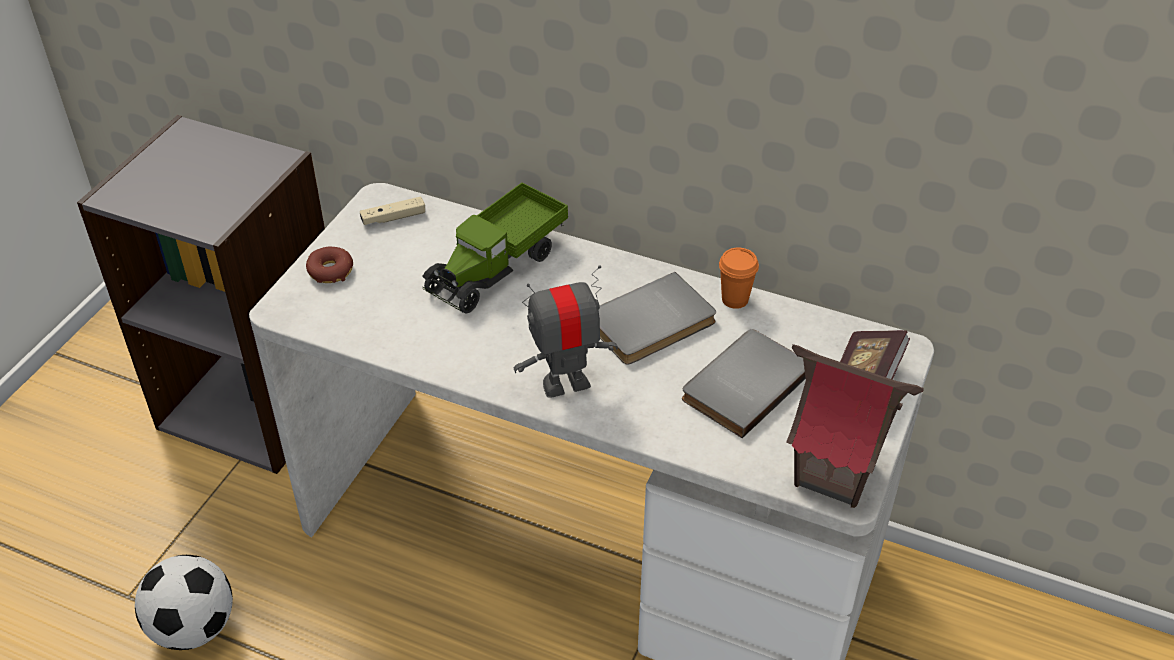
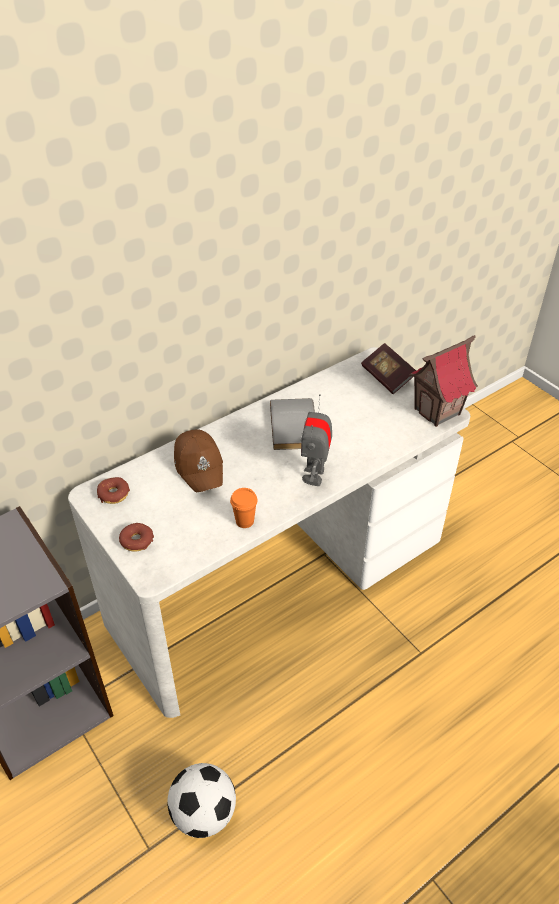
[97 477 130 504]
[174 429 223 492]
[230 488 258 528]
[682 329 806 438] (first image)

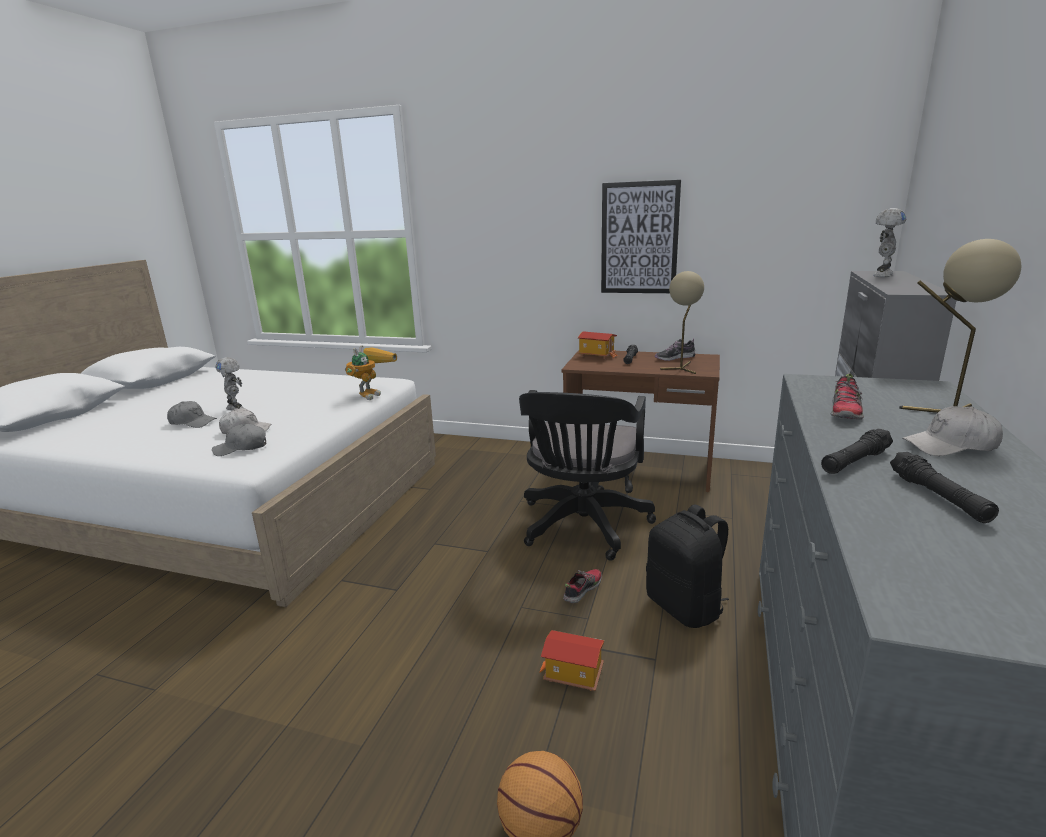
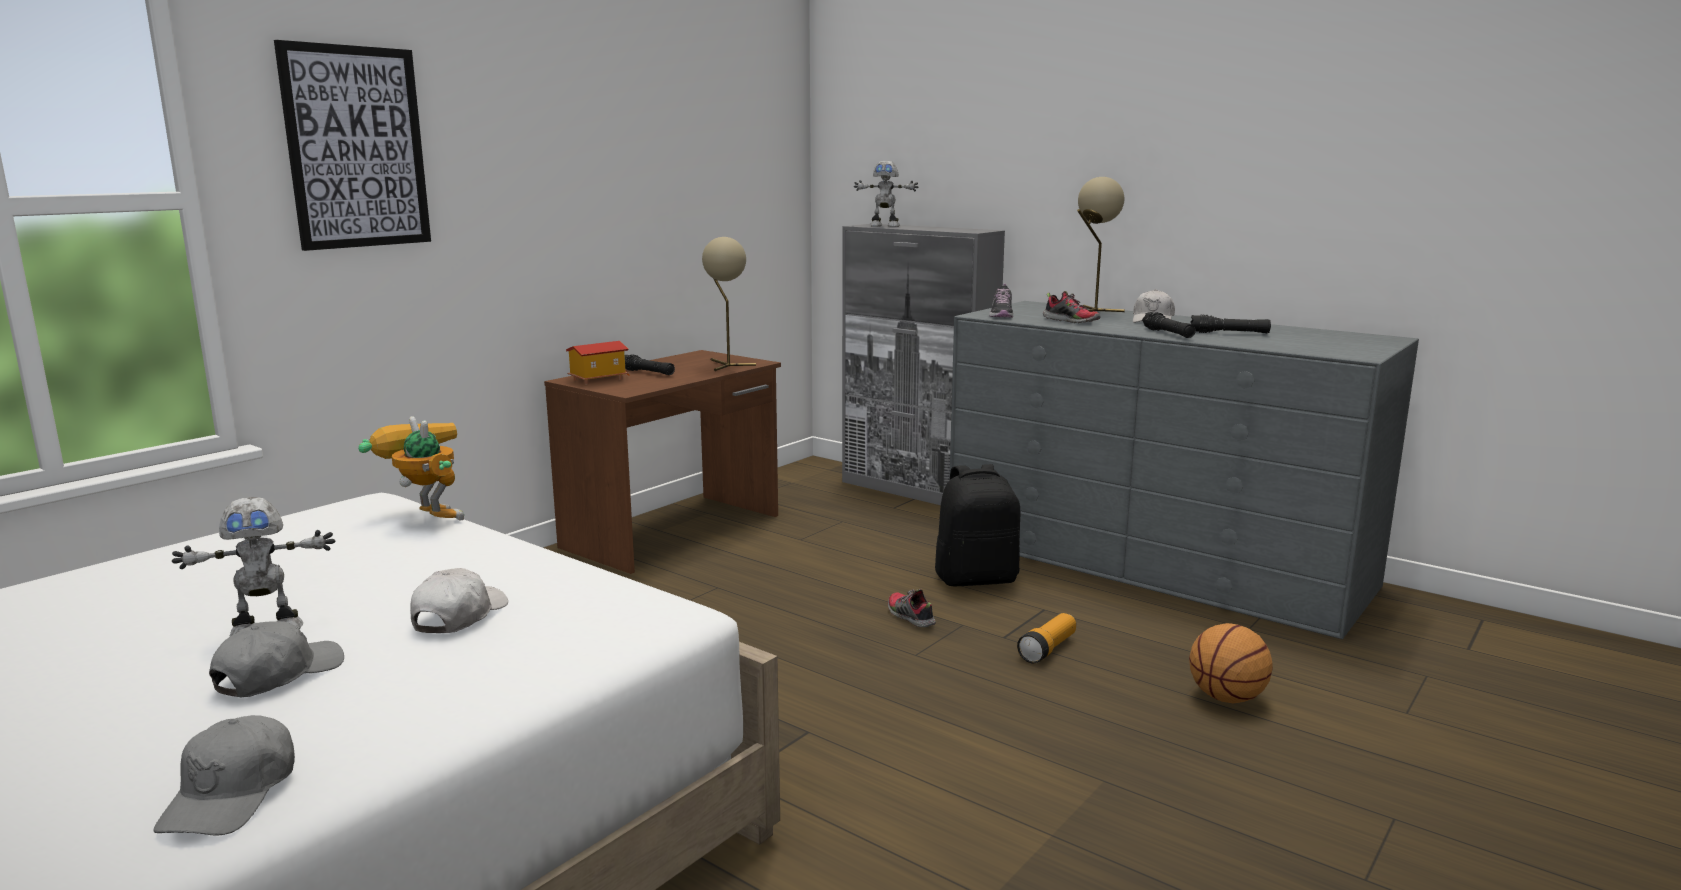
[153 715 295 836]
[274 40 431 251]
[854 161 918 227]
[989 284 1013 317]
[1017 613 1076 663]
[519 390 656 561] (first image)

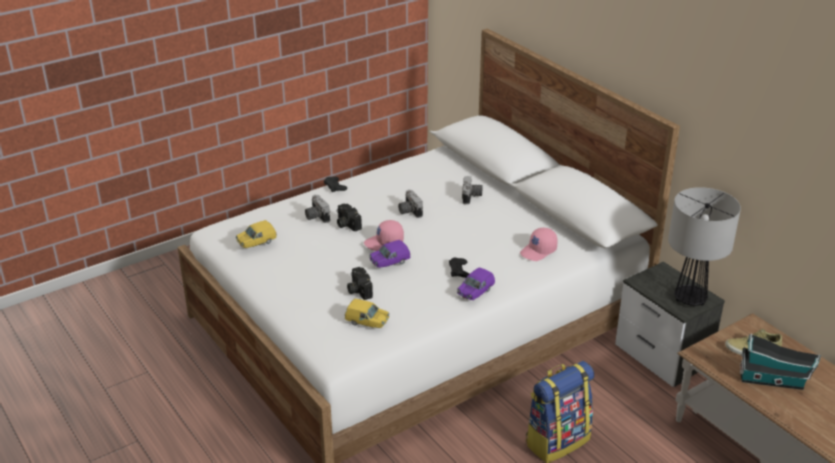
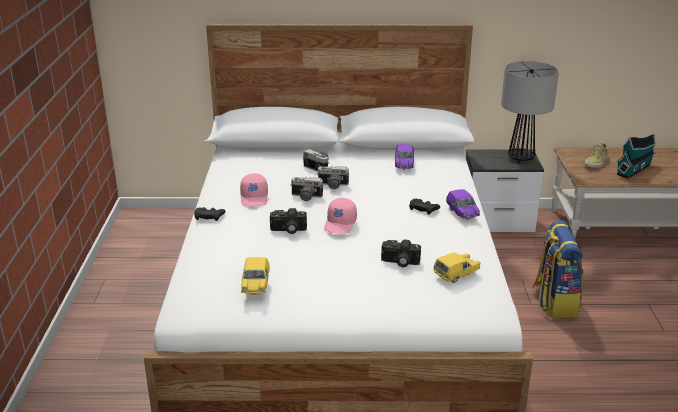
[240 173 268 206]
[317 166 349 189]
[395 144 414 170]

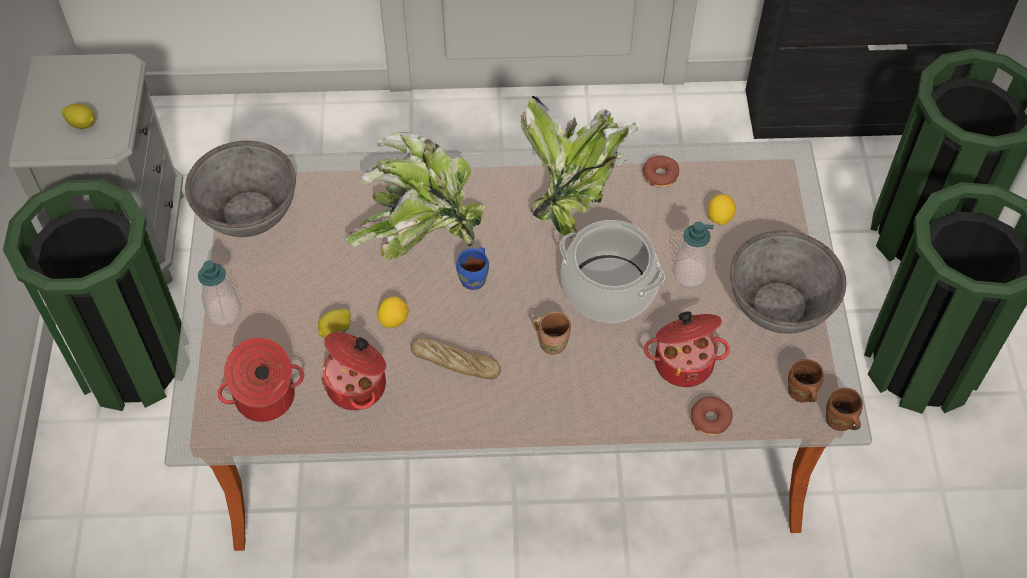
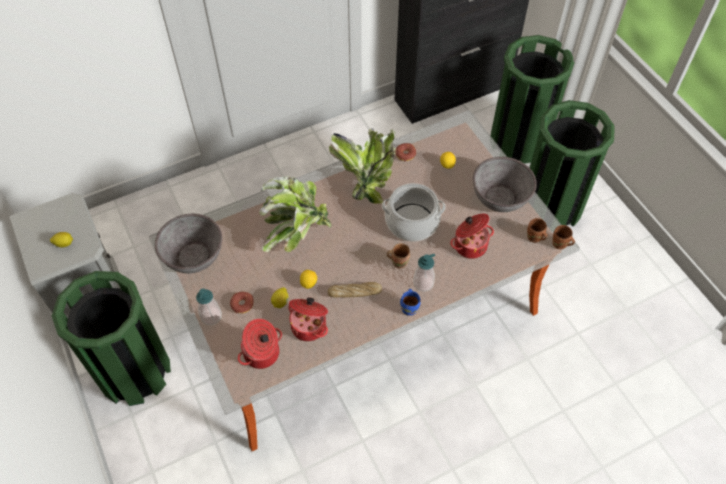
[230 292 254 313]
[400 289 421 316]
[413 254 435 292]

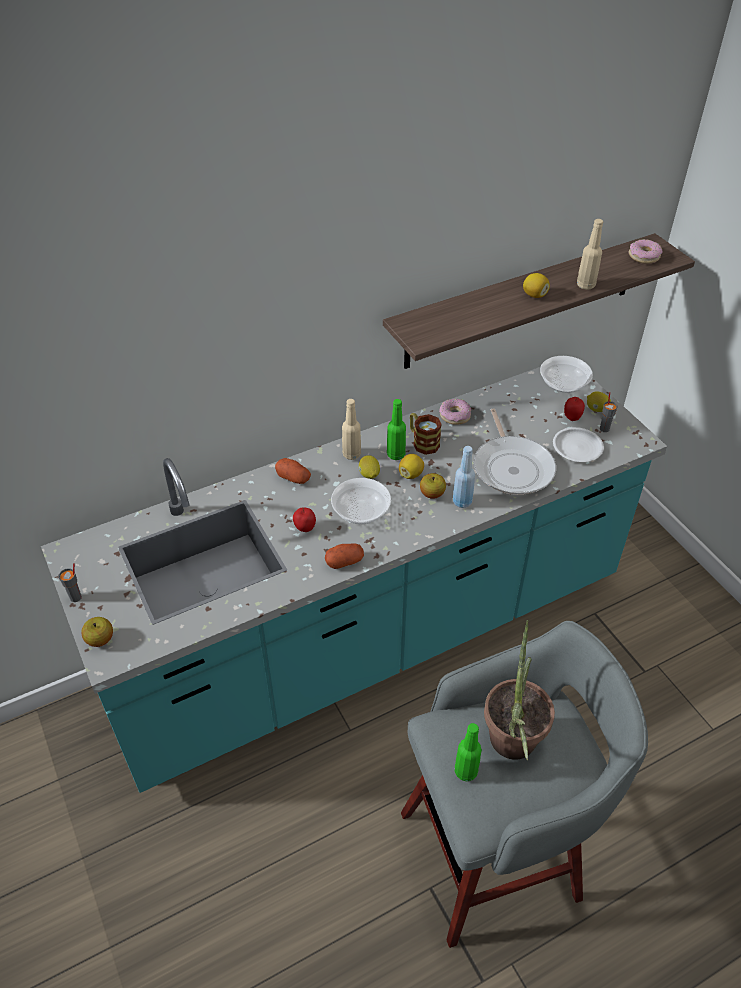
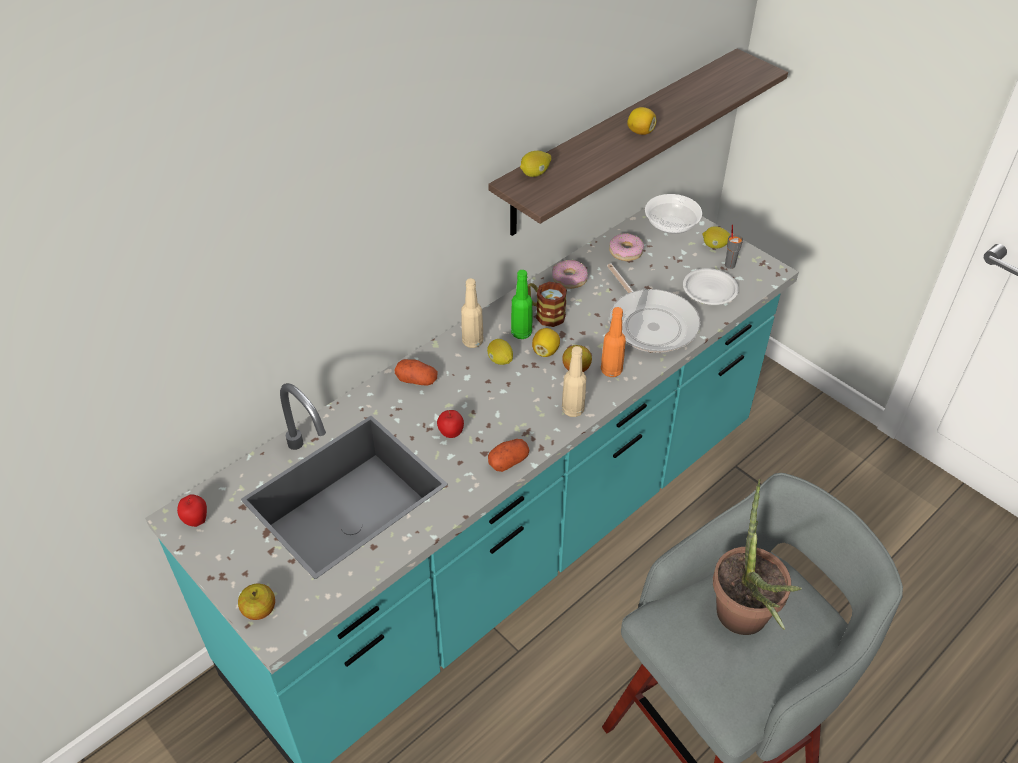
[177 494 207 527]
[520 151 551 177]
[562 346 586 417]
[601 307 626 377]
[609 233 644 261]
[58 563 82 602] (first image)
[331 478 391 524] (first image)
[455 723 482 781] (first image)

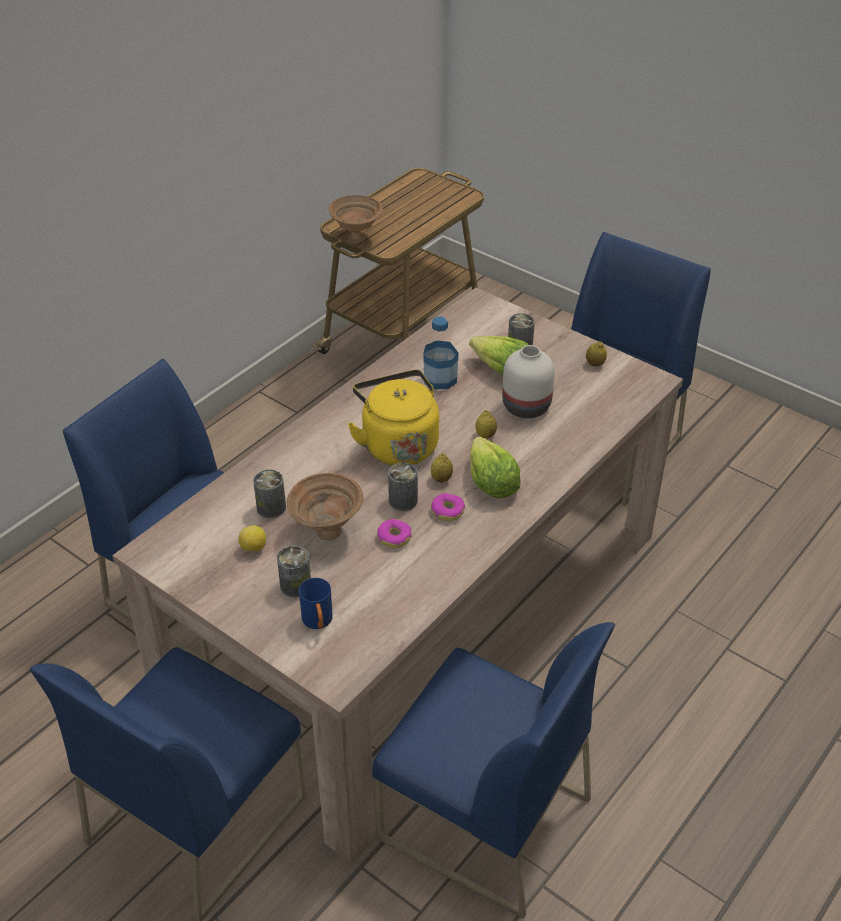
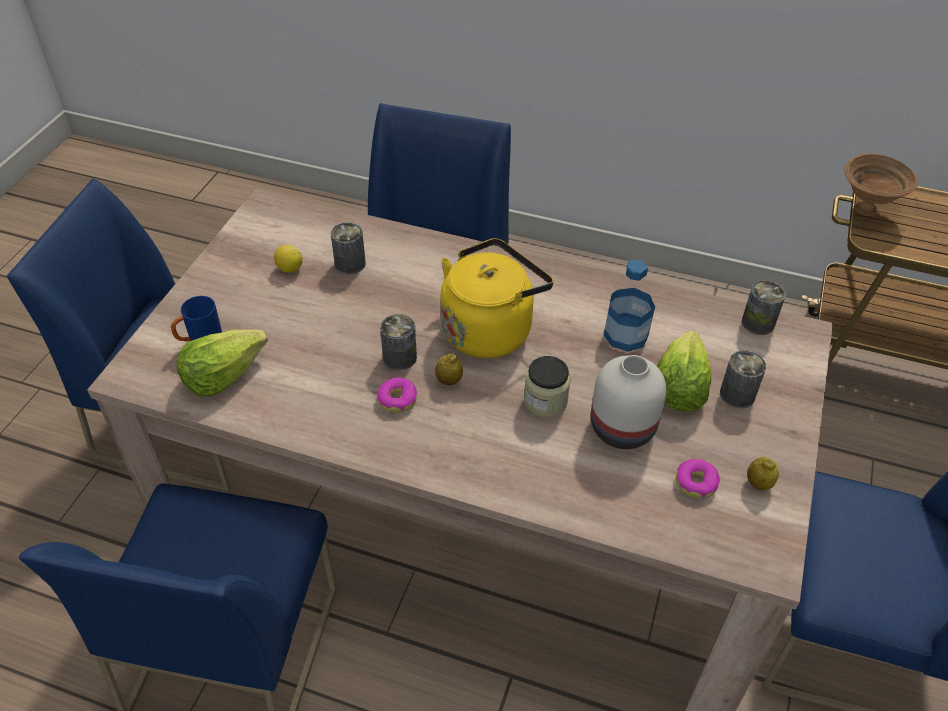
[177 329 268 396]
[524 356 571 418]
[676 459 720 498]
[742 280 786 335]
[287 473 363 540] (first image)

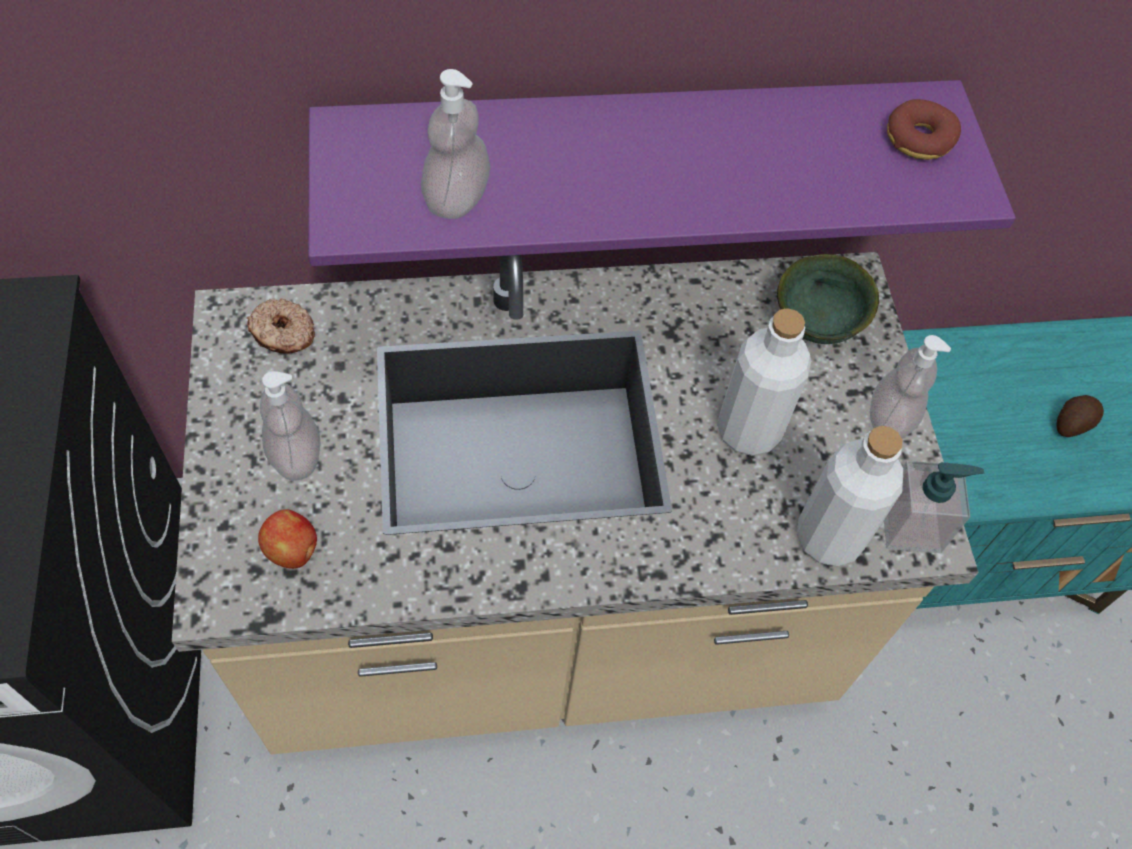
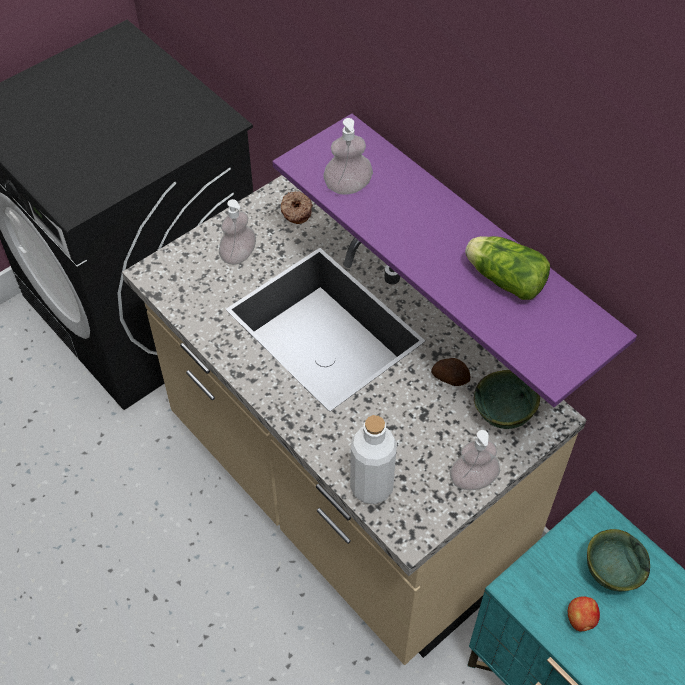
[431 358 471 386]
[465 236 550 300]
[568 596 600 631]
[587 529 650 591]
[717 308 811 456] (first image)
[884 461 984 553] (first image)
[887 99 961 160] (first image)

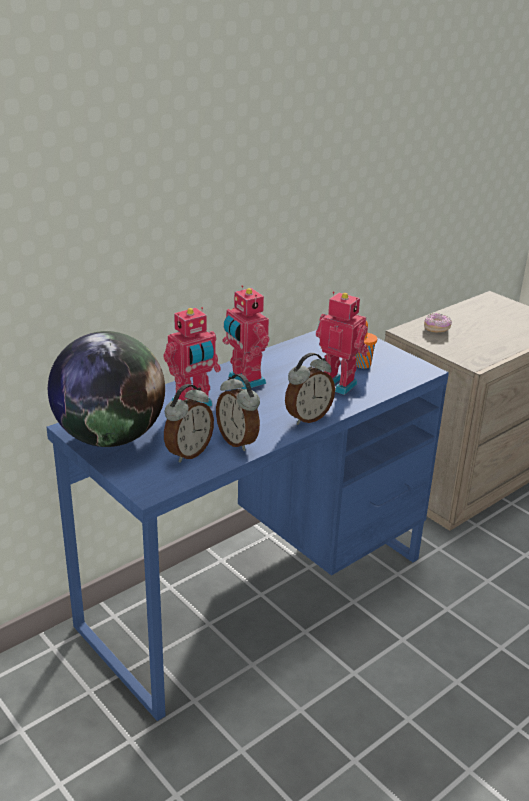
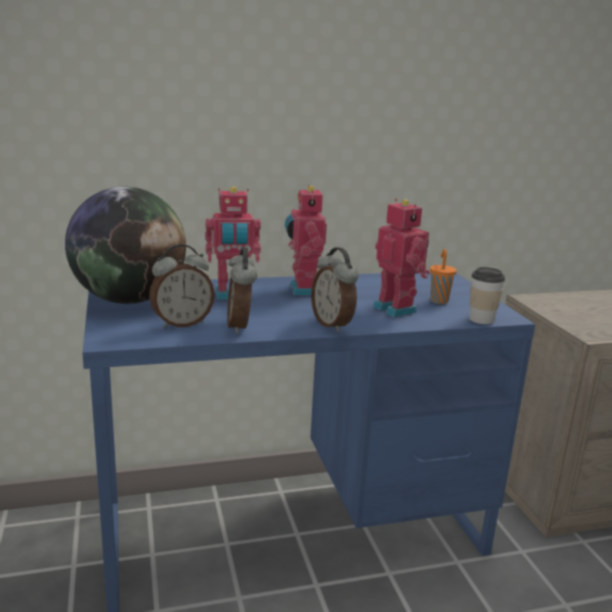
[311 248 358 332]
[469 267 505 324]
[424 313 452 333] (first image)

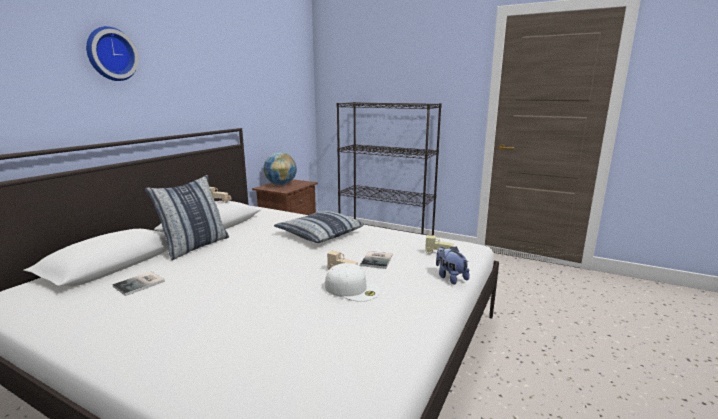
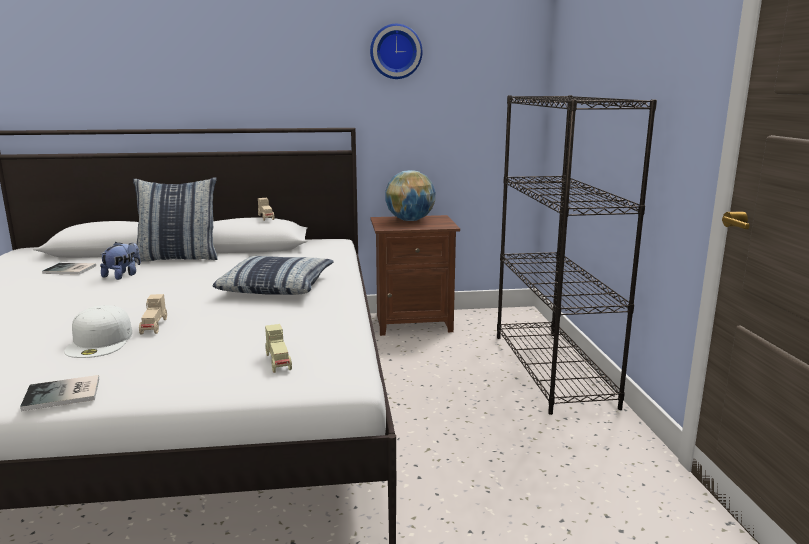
[20 375 99 411]
[100 242 141 280]
[370 24 422 79]

